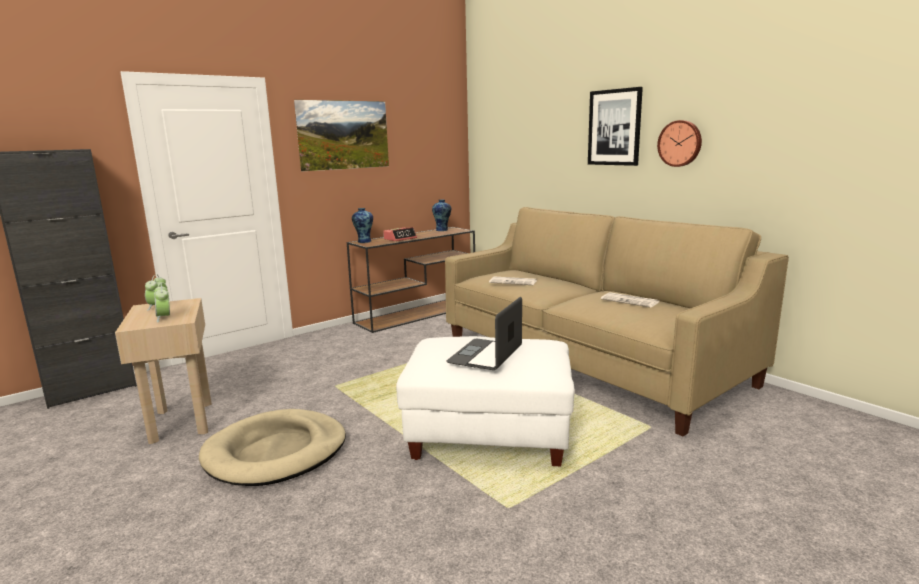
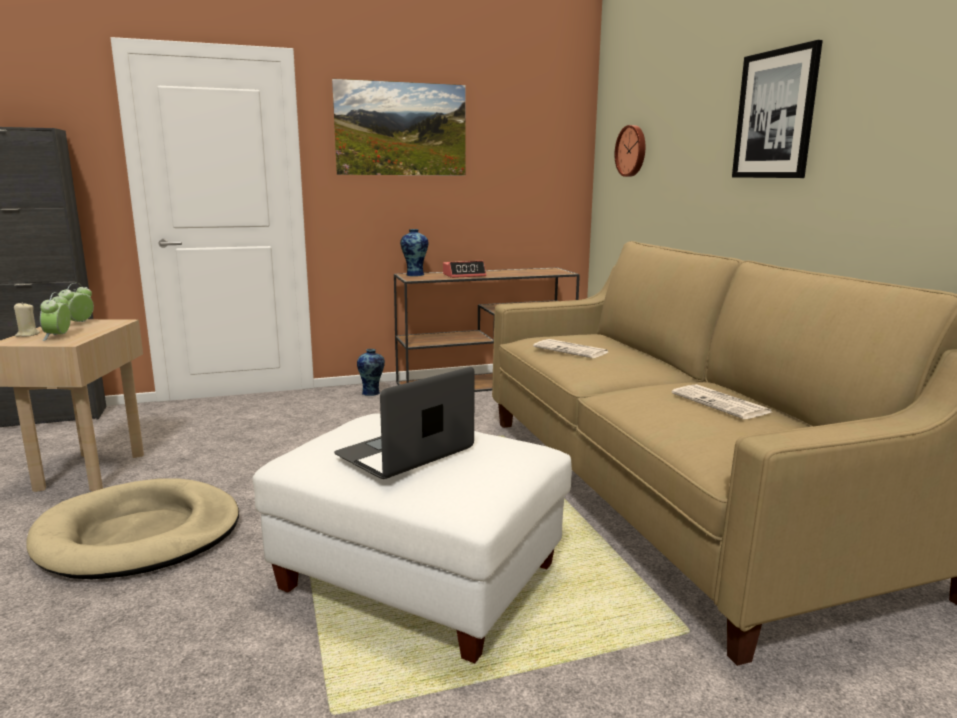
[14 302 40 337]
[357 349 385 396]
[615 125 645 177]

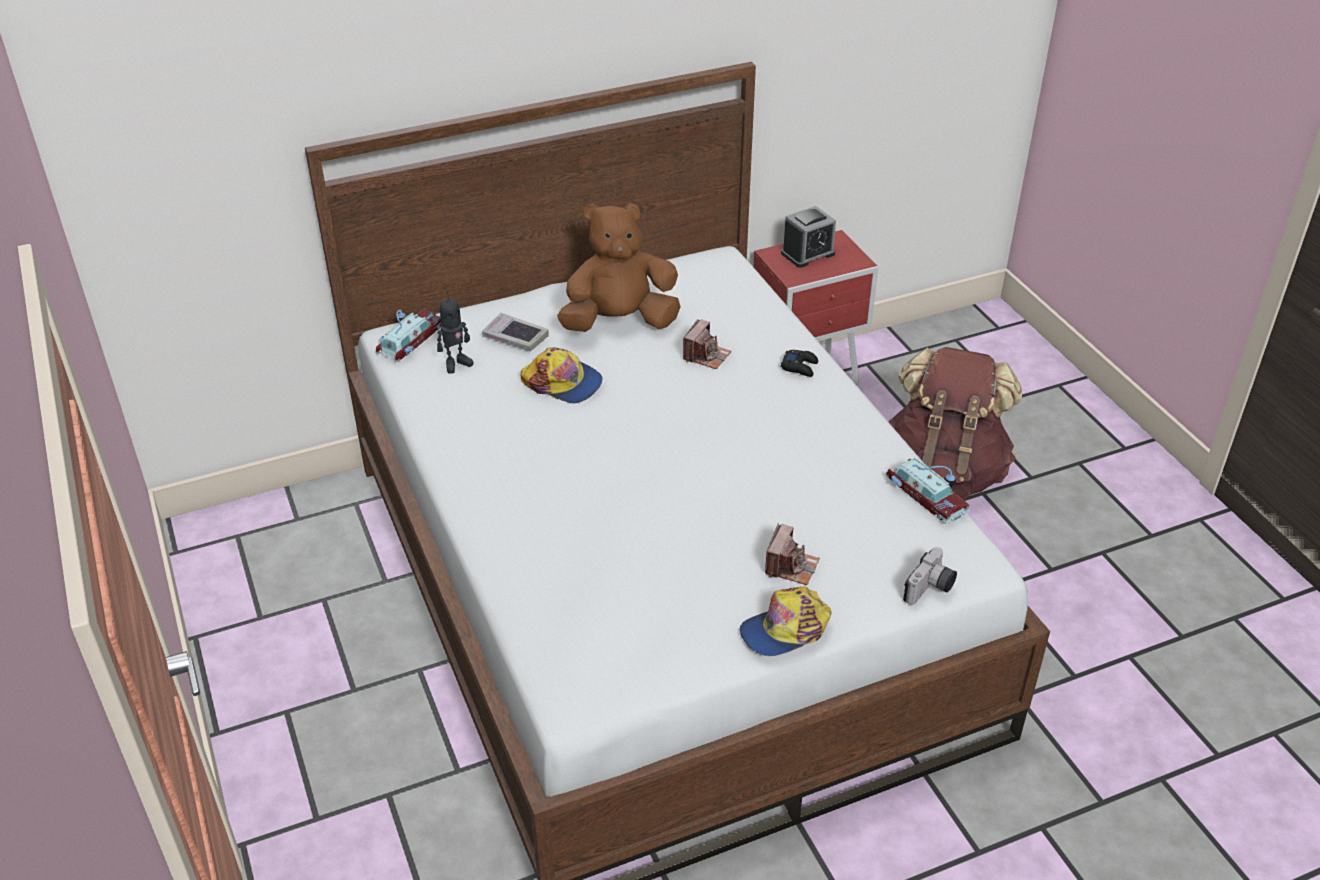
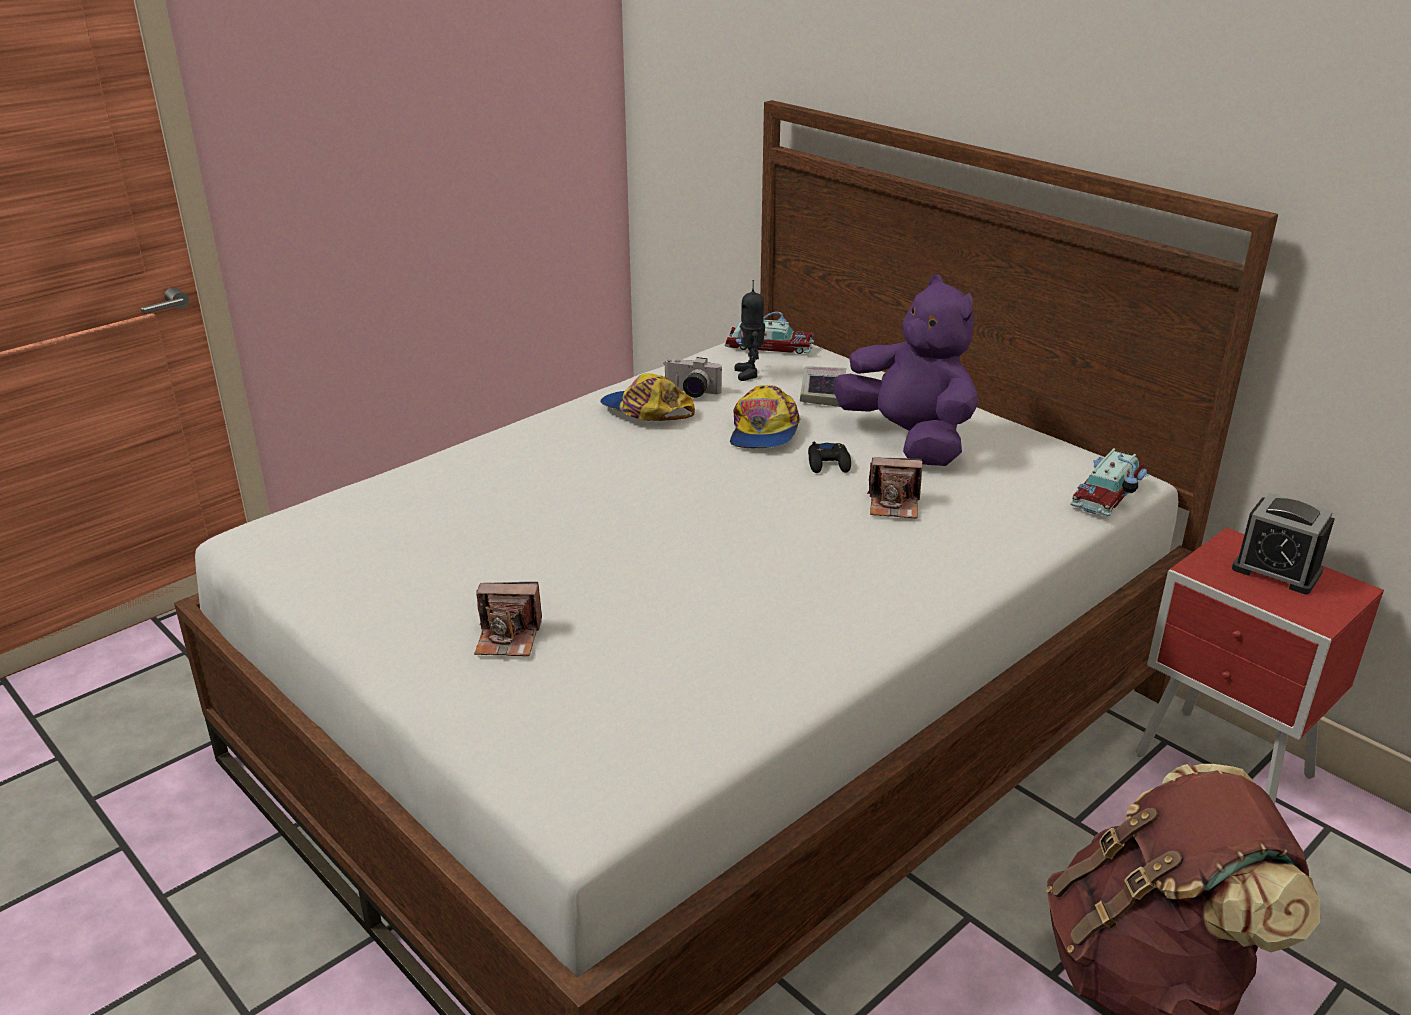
[600 373 695 421]
[663 357 722 398]
[734 280 765 381]
[808 442 851 473]
[833 275 978 466]
[1070 448 1148 516]

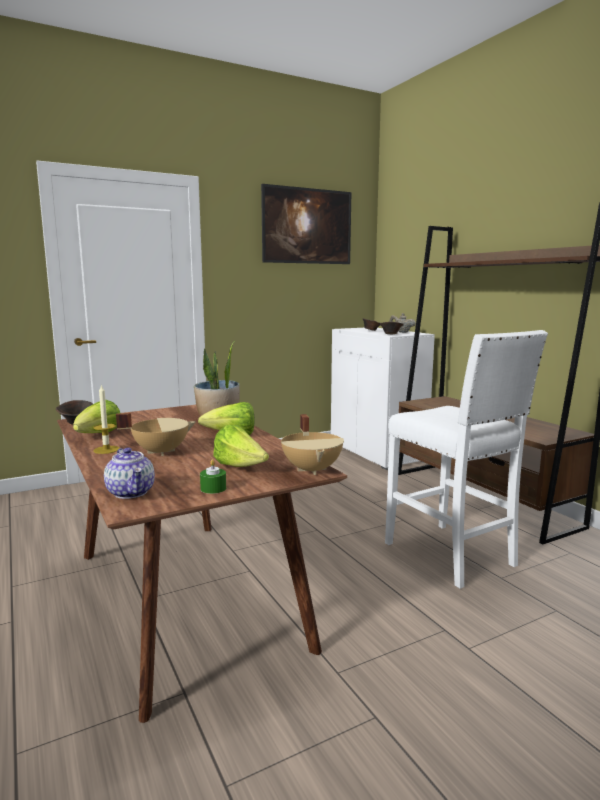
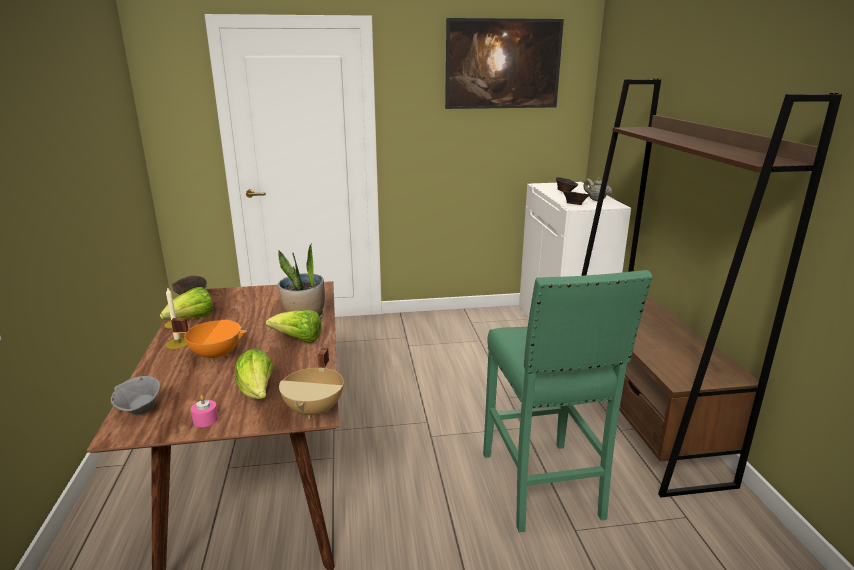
[111 376 160 415]
[171 318 247 362]
[191 395 219 427]
[483 270 653 532]

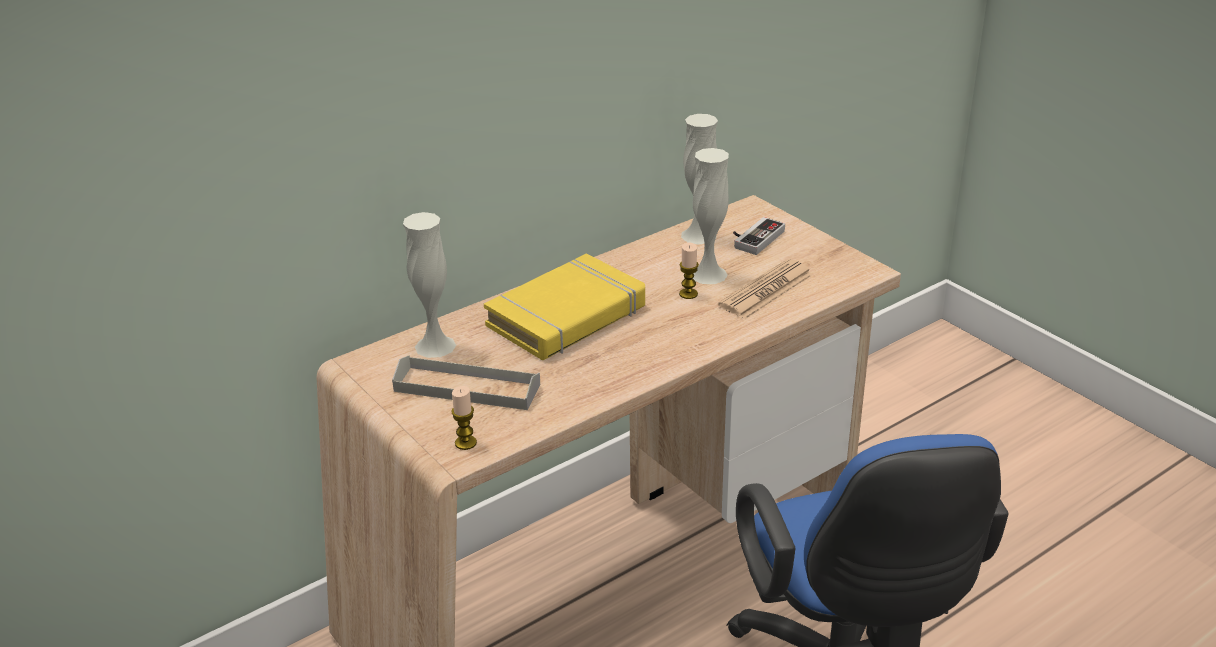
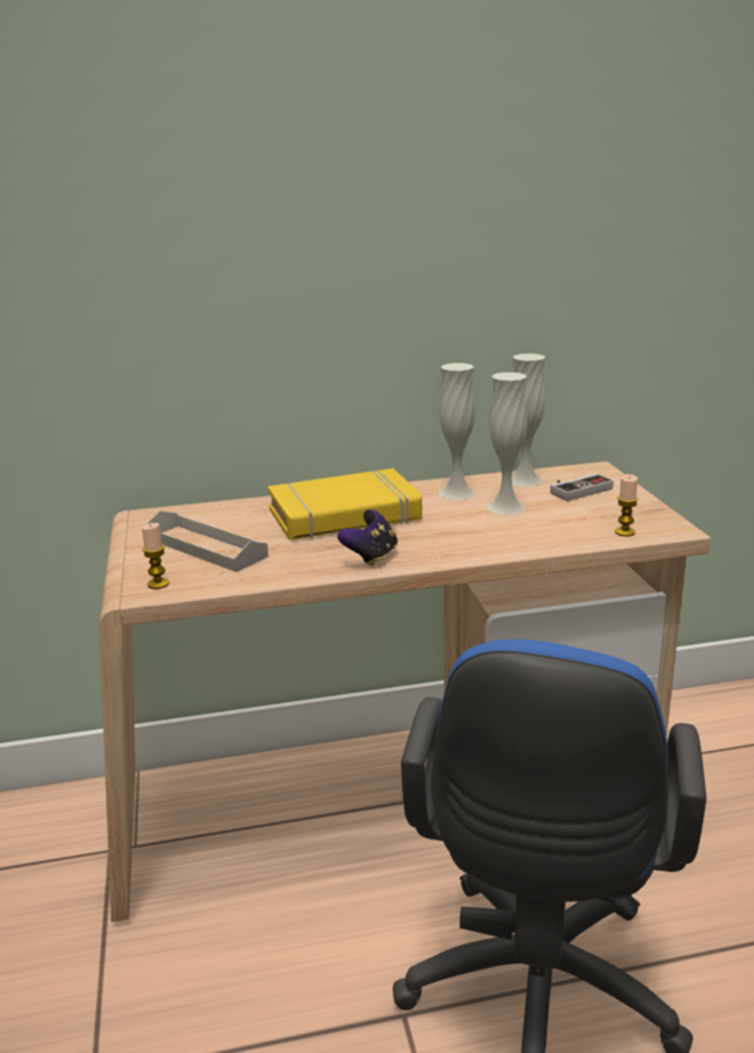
[337 509 398 566]
[439 363 475 500]
[615 474 638 537]
[718 259 813 319] (first image)

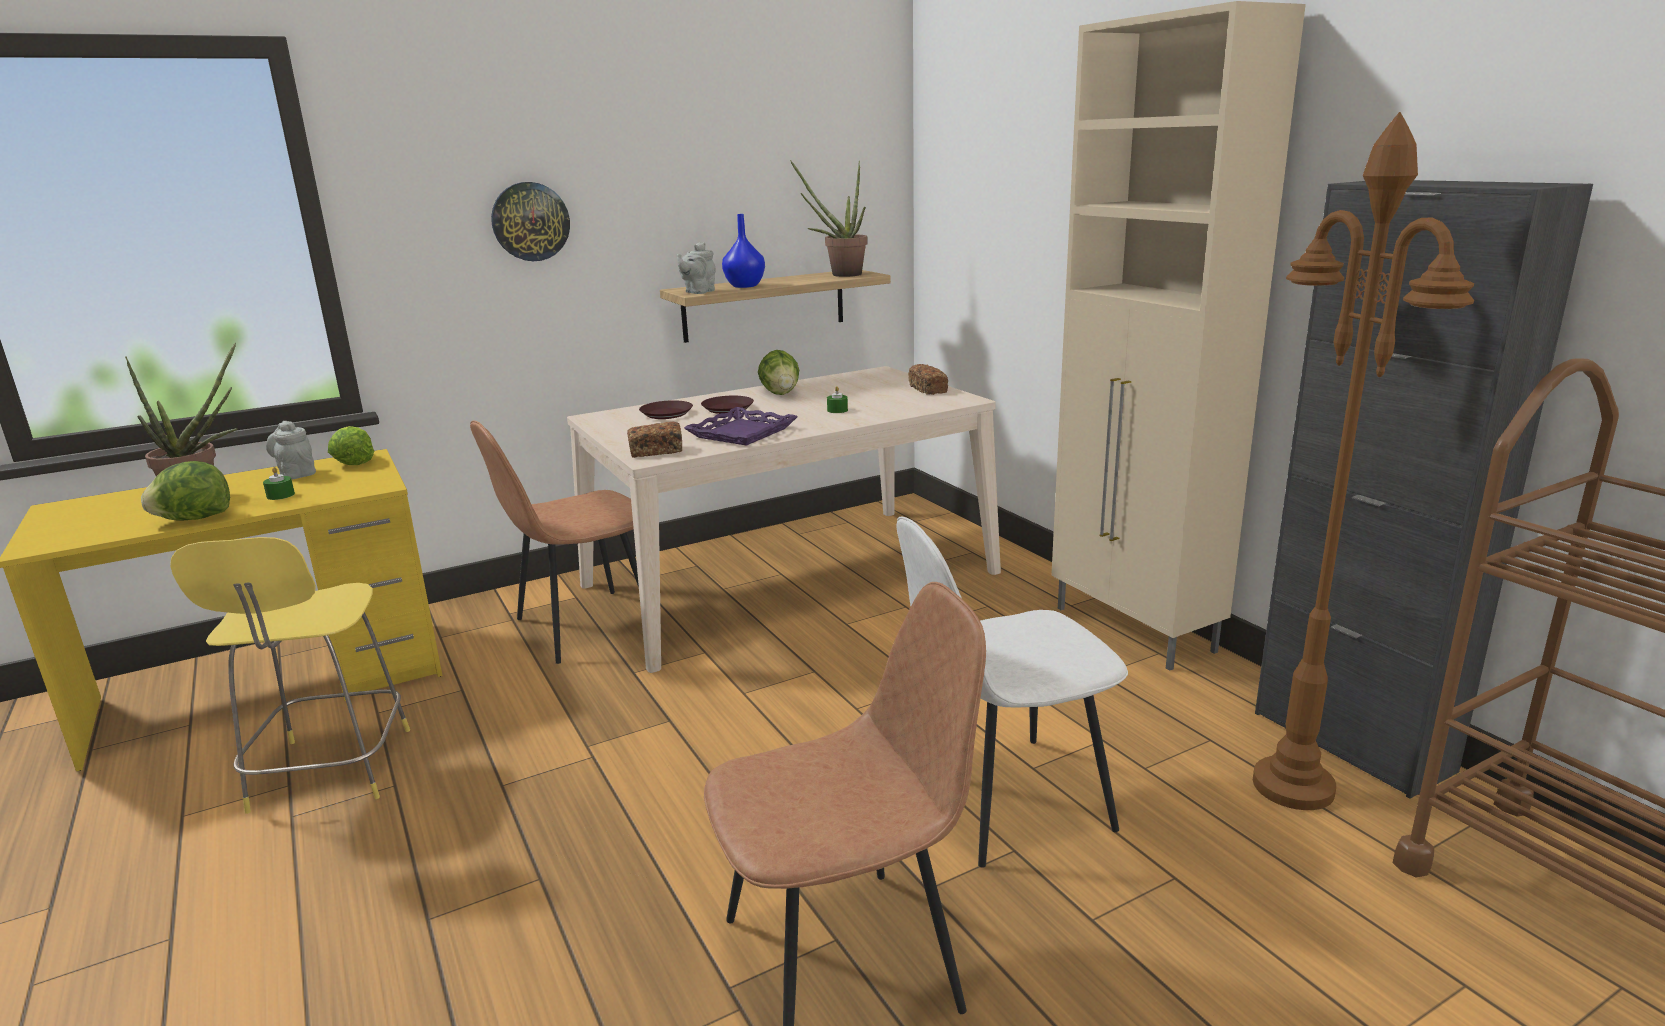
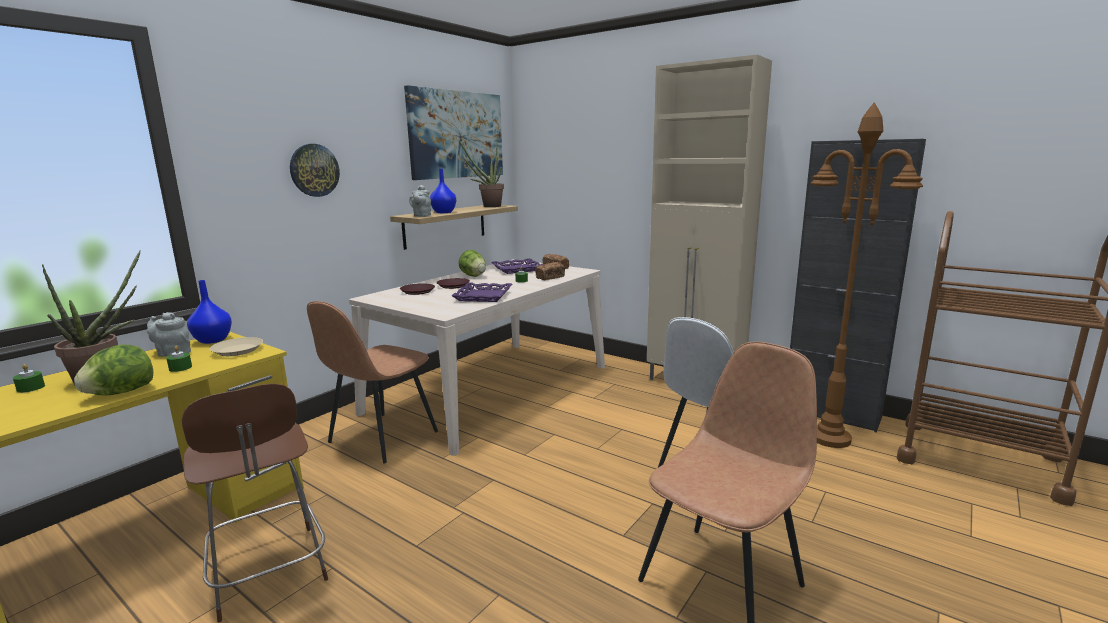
[13 364 45 393]
[182 383 328 622]
[187 280 232 344]
[210 337 263 356]
[404 85 503 180]
[491 258 544 274]
[536 262 565 280]

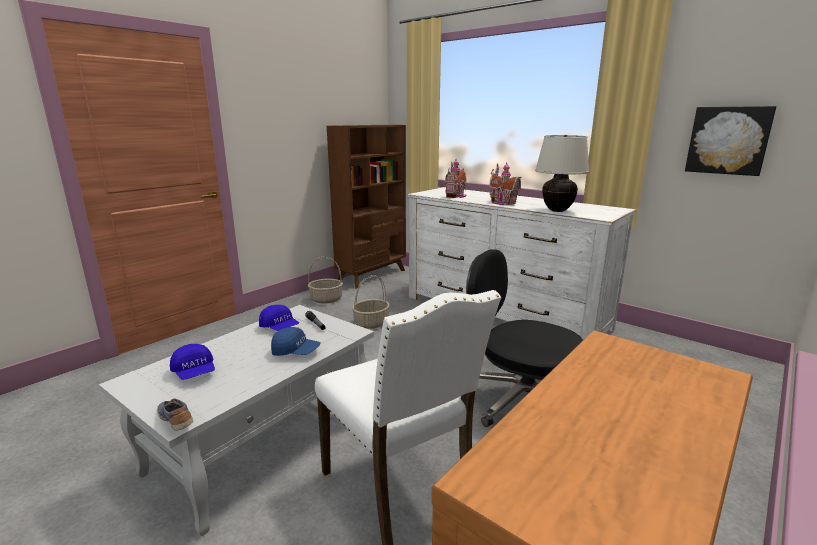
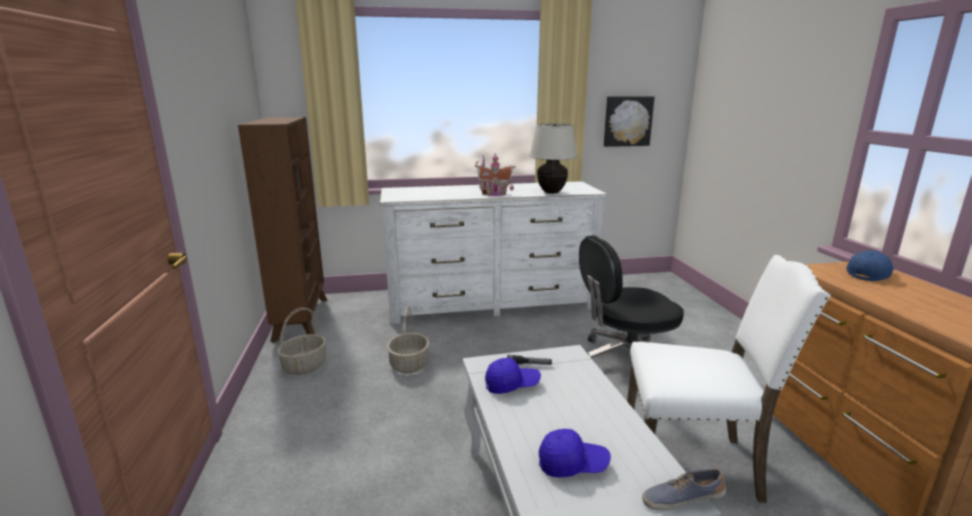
[846 251 894 281]
[445 159 467 198] (first image)

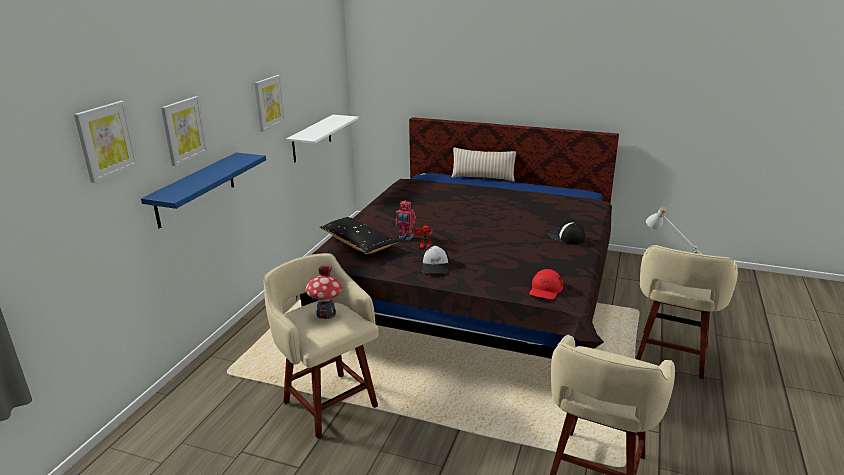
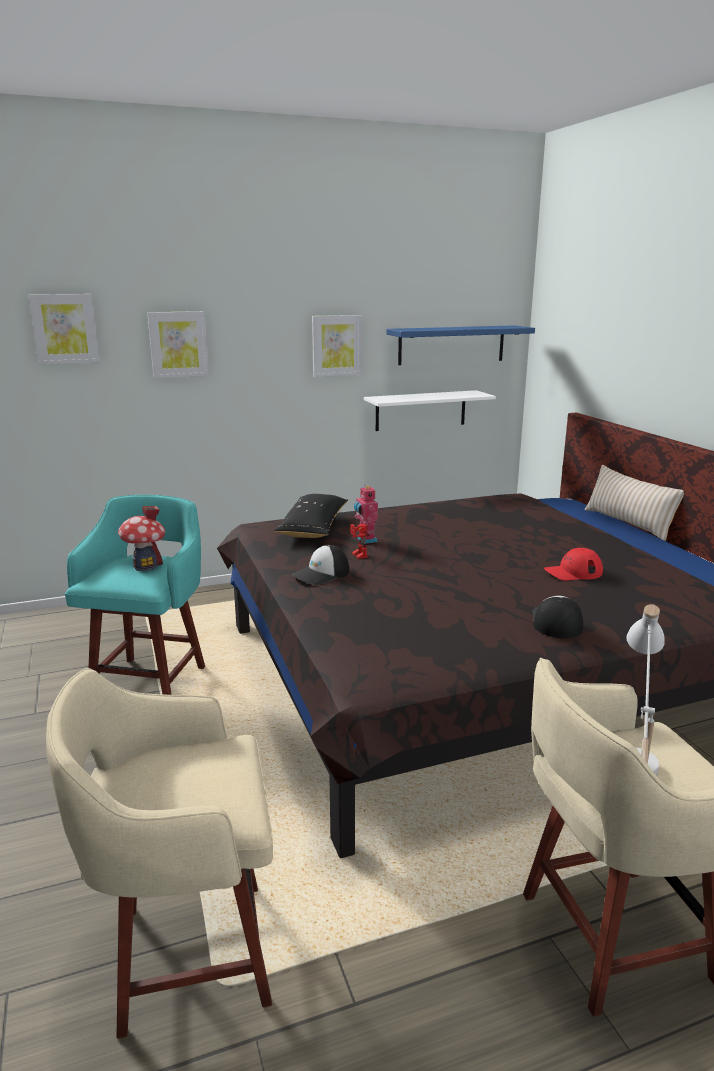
[65 495 205 695]
[386 325 535 365]
[544 548 603 581]

